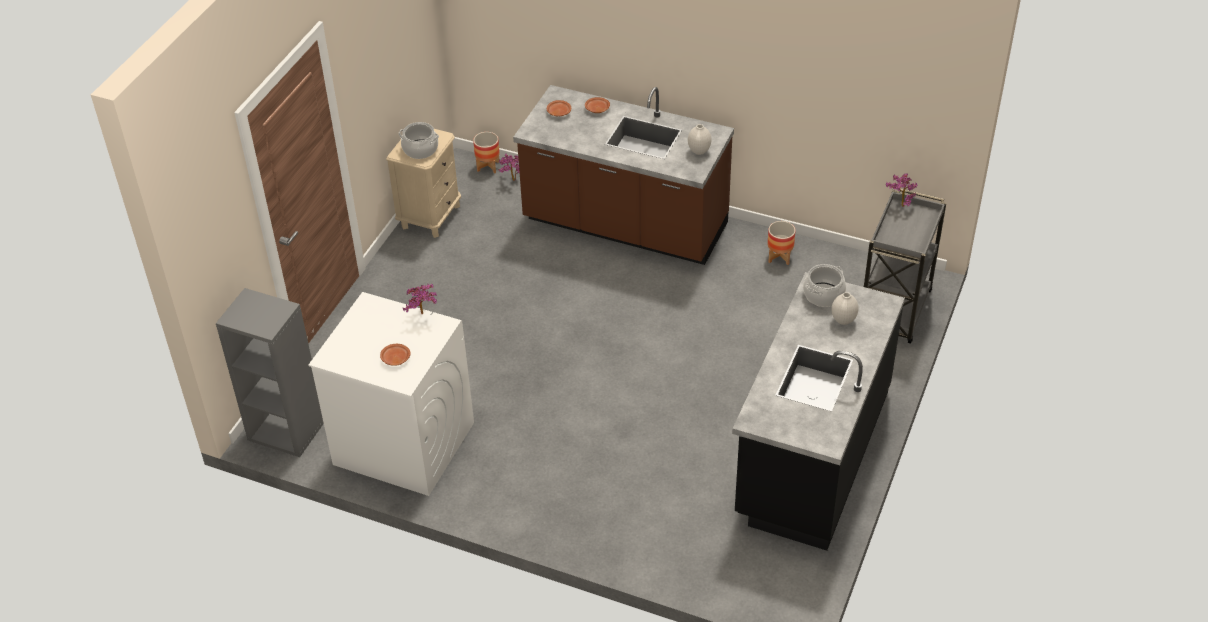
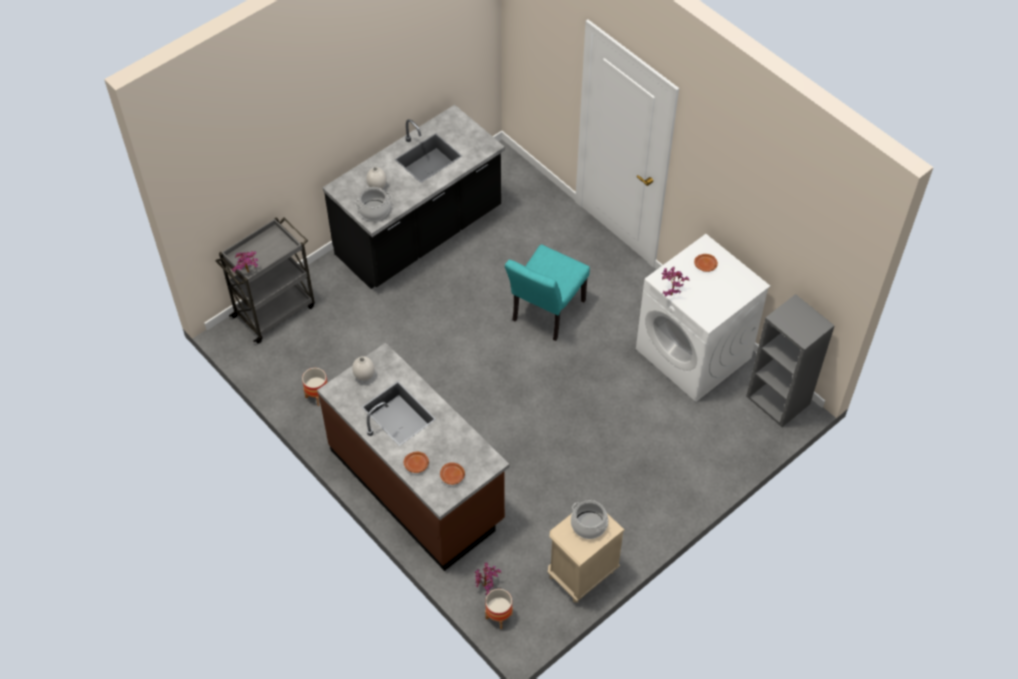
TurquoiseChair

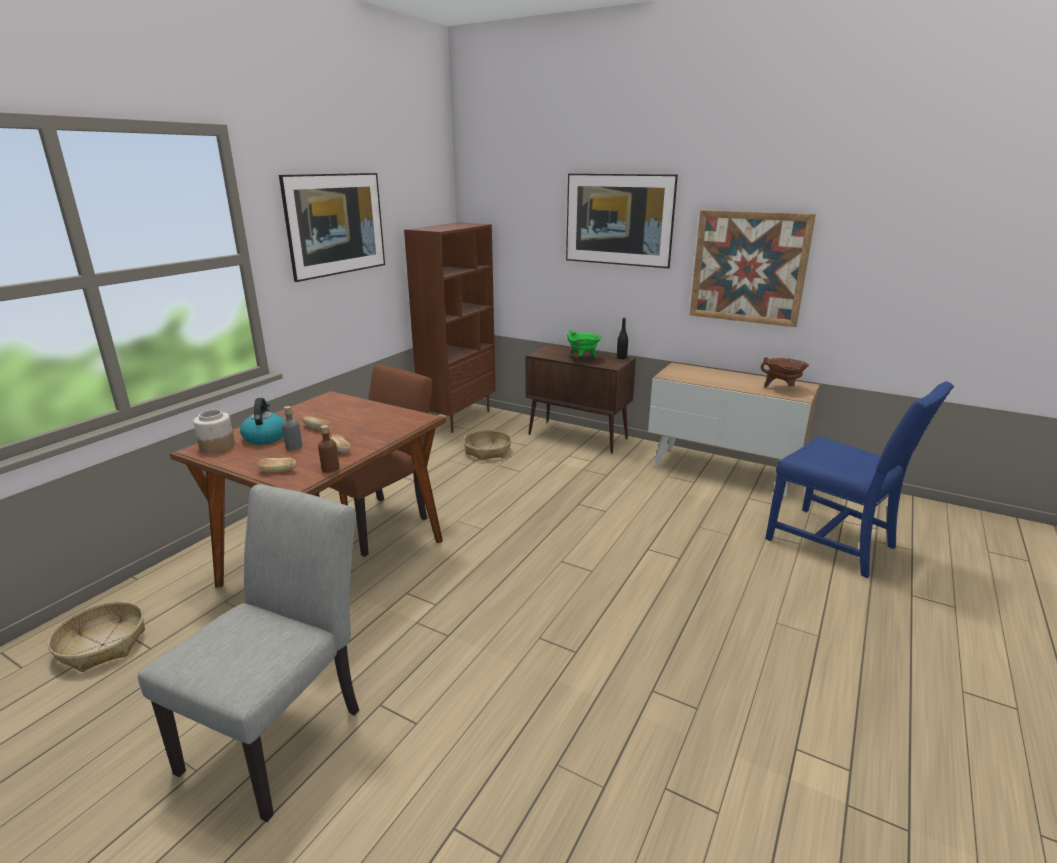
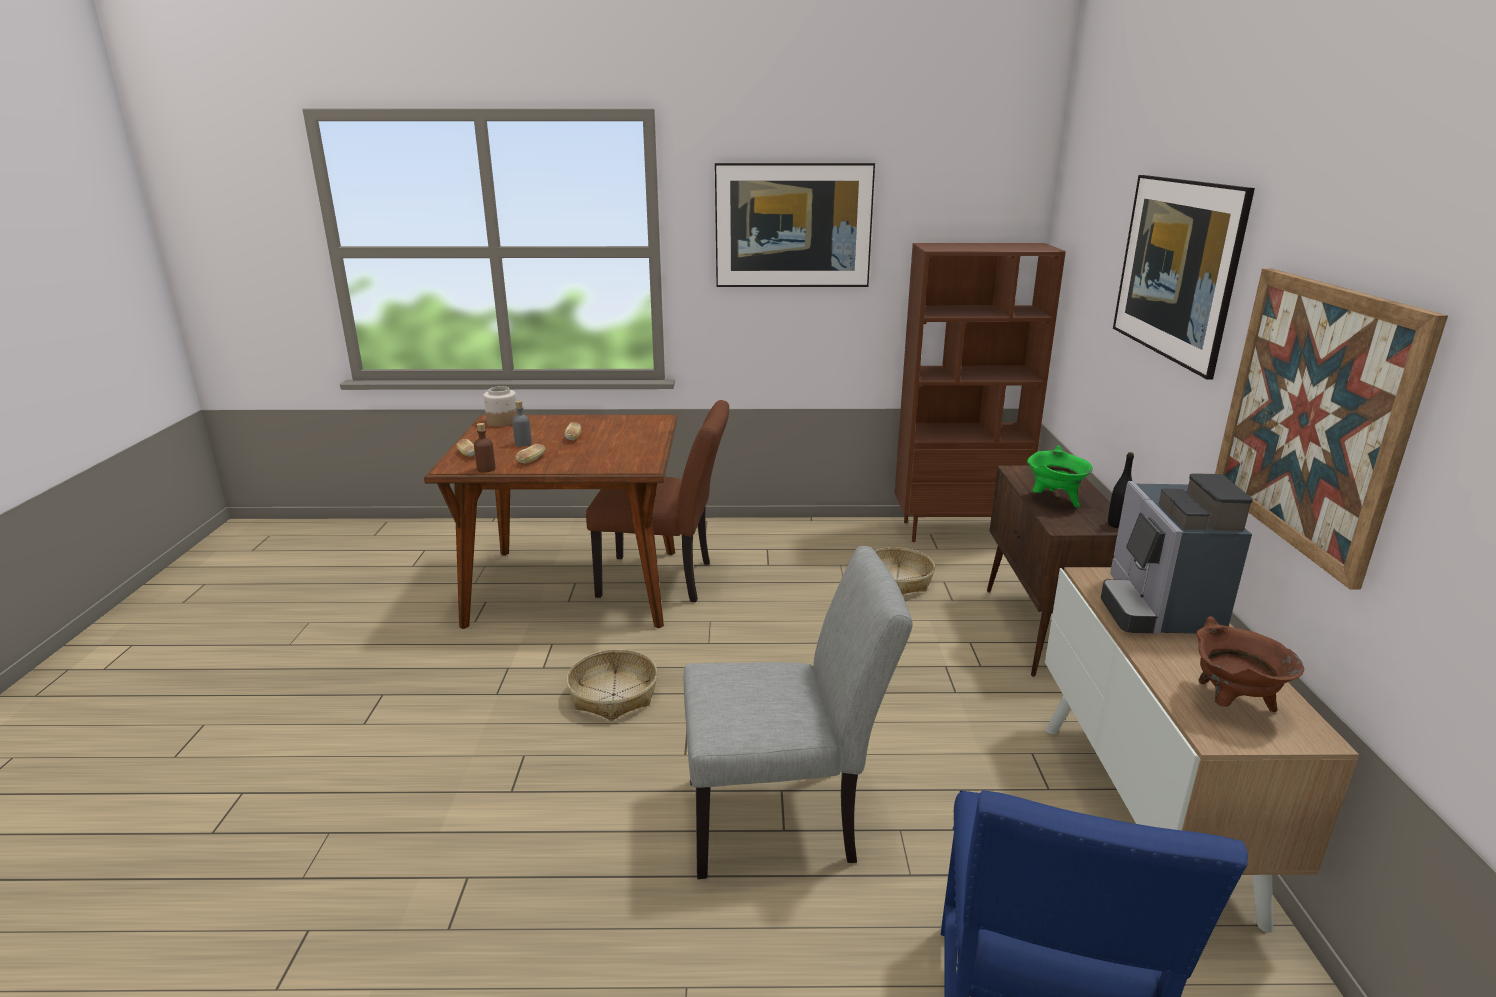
Basket (1st from left)
GreyChair
Kettle
CoffeeMachine

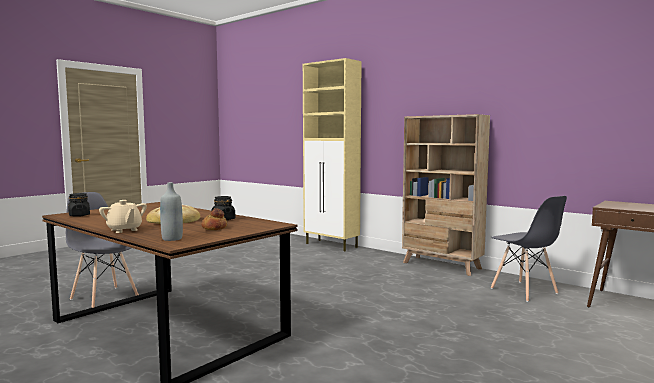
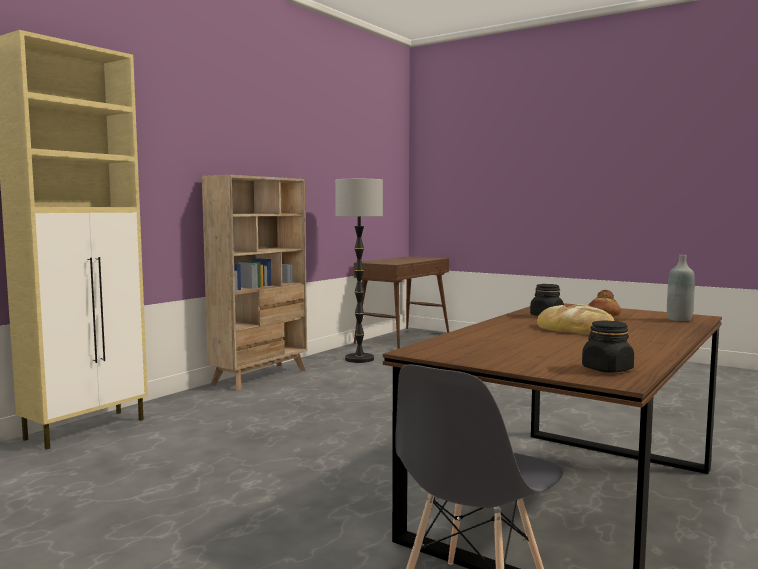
BeigeTeapot
FloorLamp

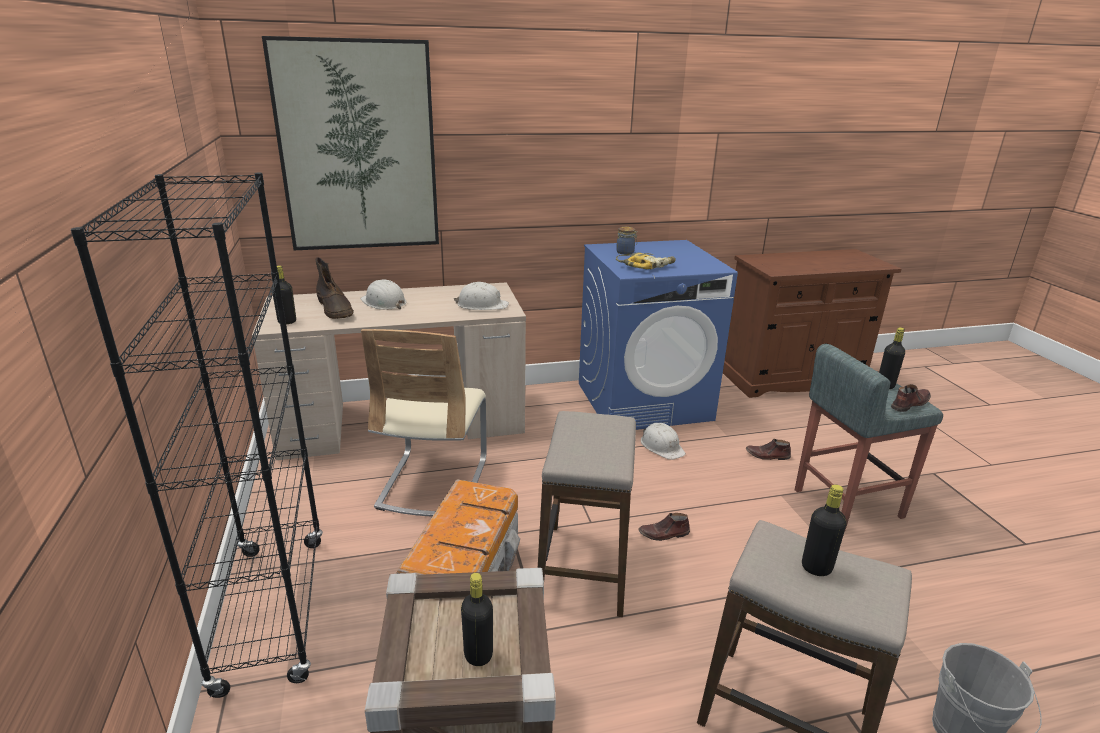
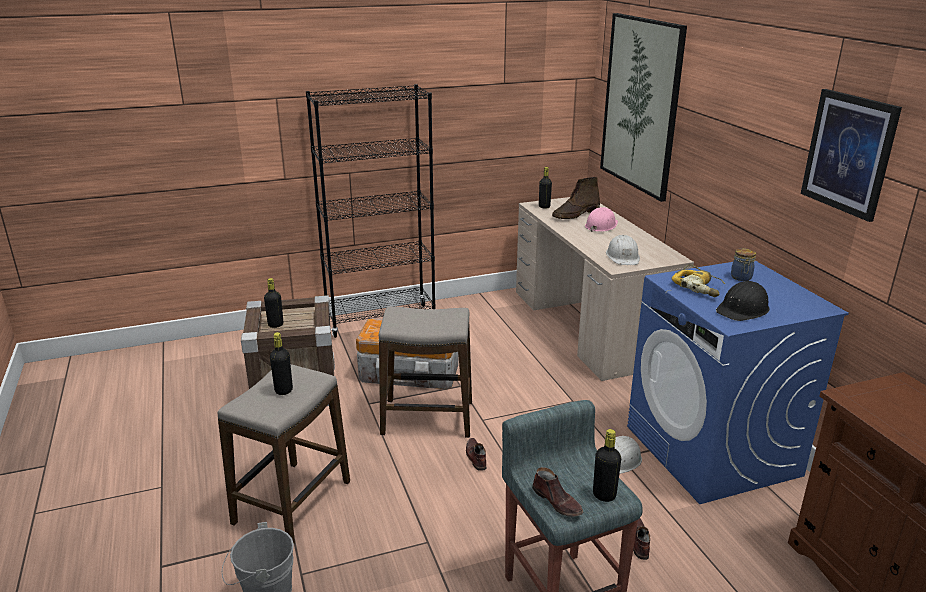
PinkHardHat
BeigeChair
BlackHardHat
Picture (2nd from left)

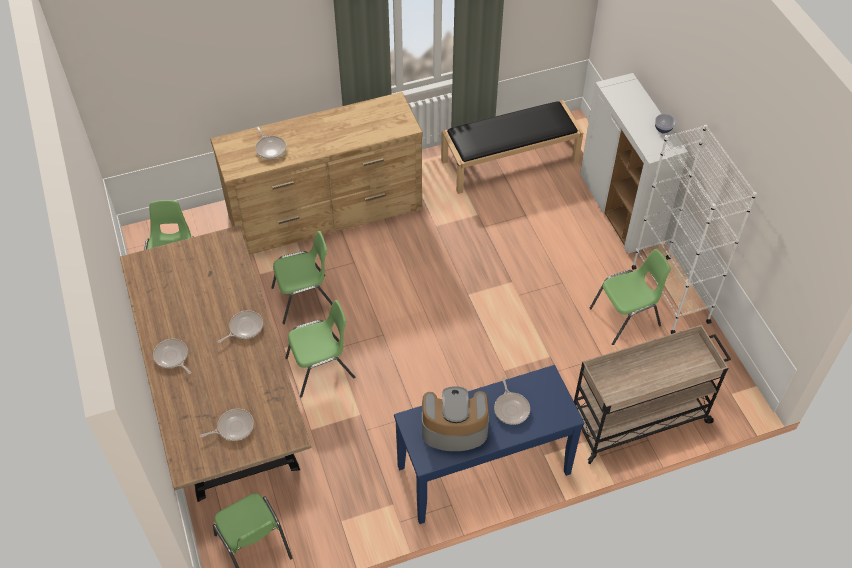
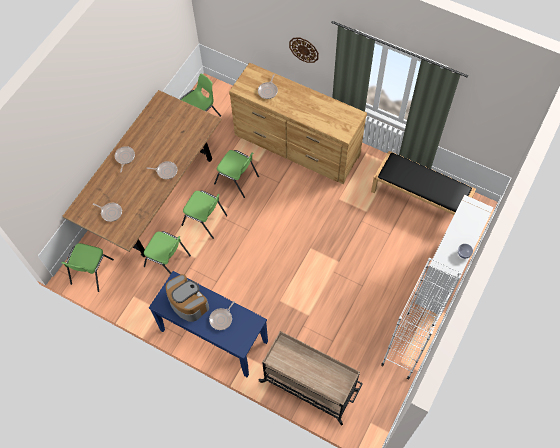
GreenChair (2nd from left)
WallClock

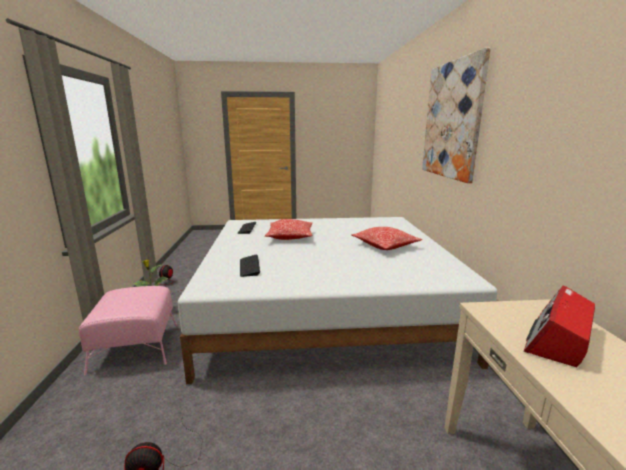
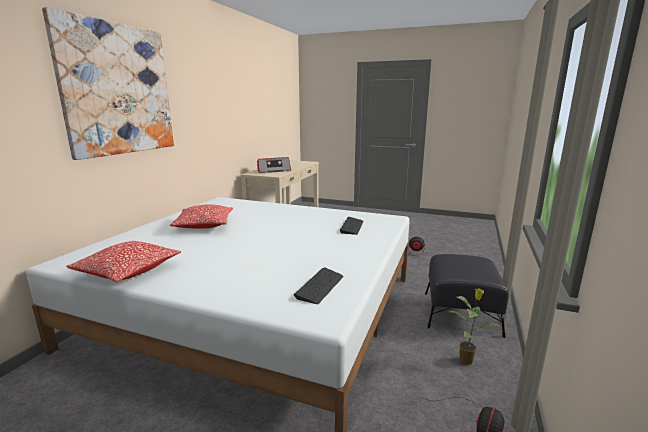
BlackOttoman
Pillow (1st from left)

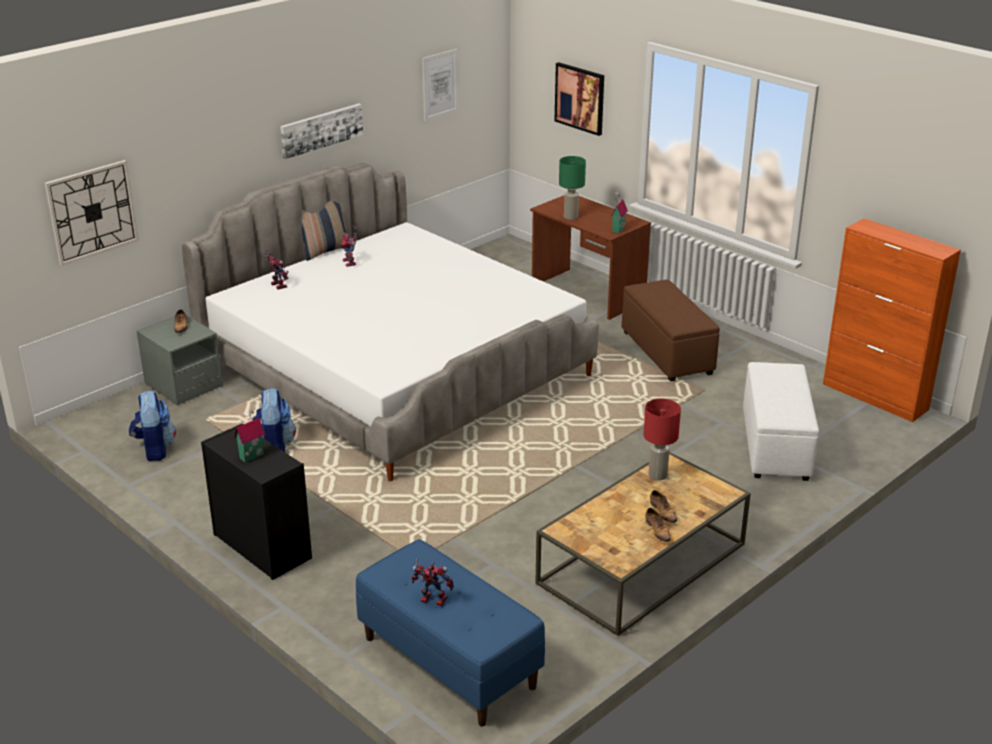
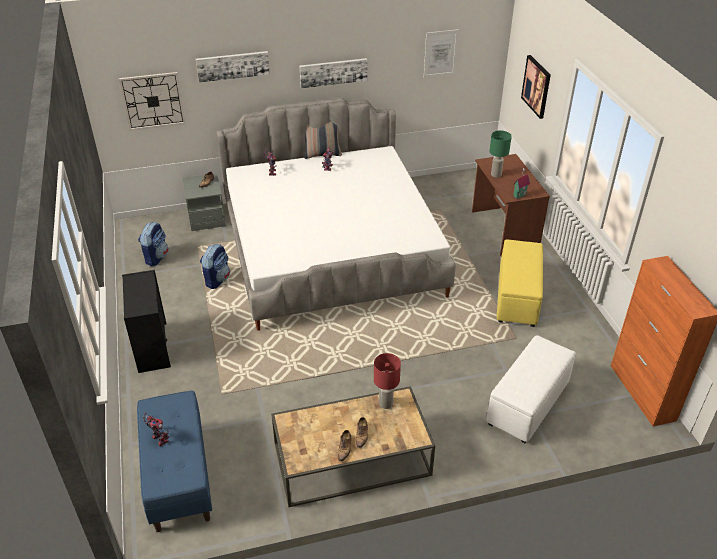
ToyHouse (1st from left in the first image)
YellowOttoman
Picture (1st from left)

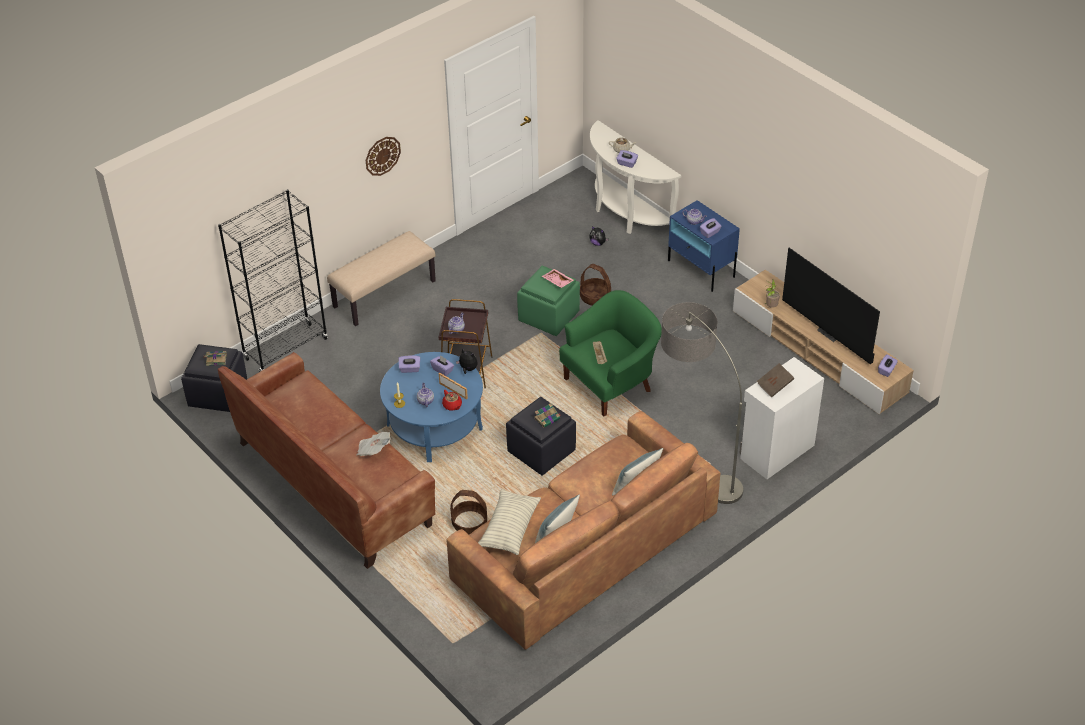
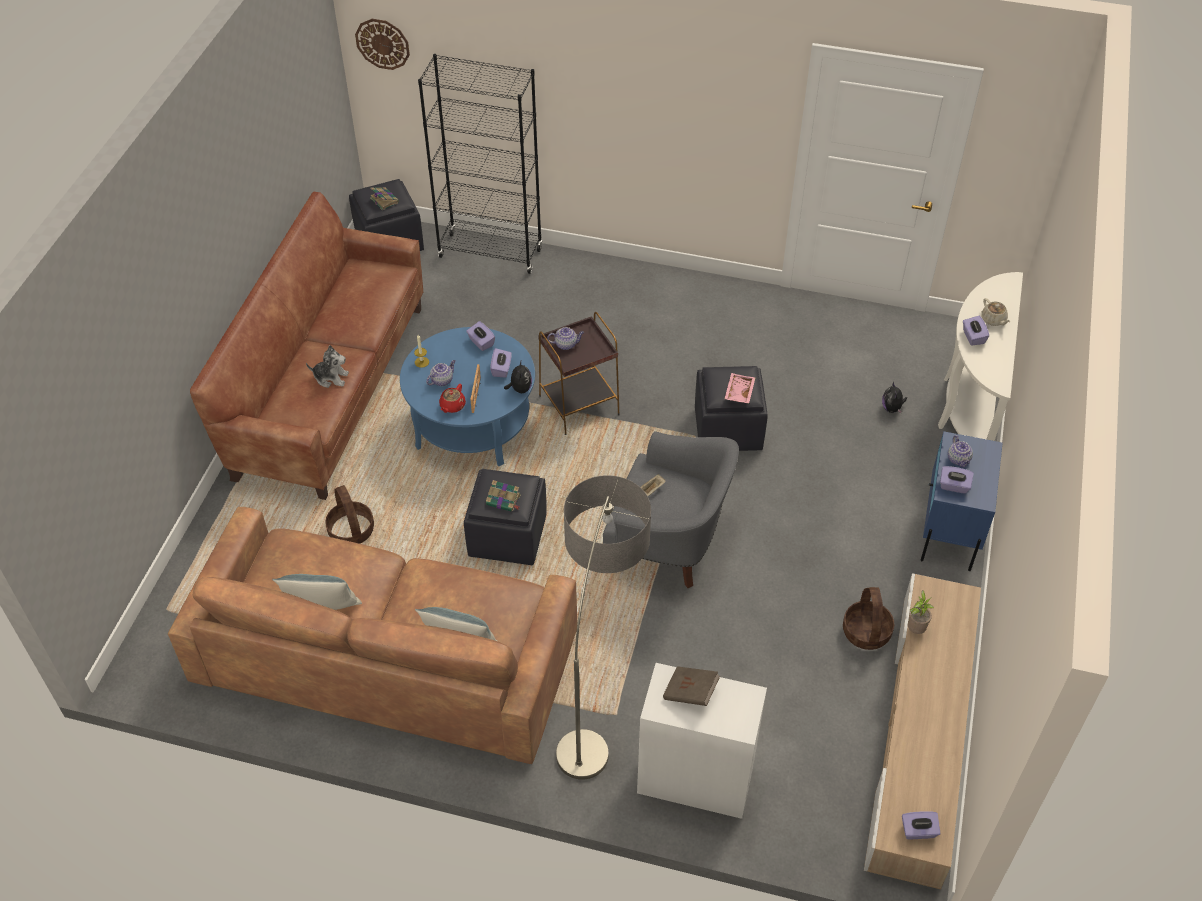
BeigeBench
PlushToy (1st from left)
WallClock
Pillow (1st from left in the first image)
BlackOttoman (3rd from left)
GreyArmchair
Basket (2nd from left)
Television

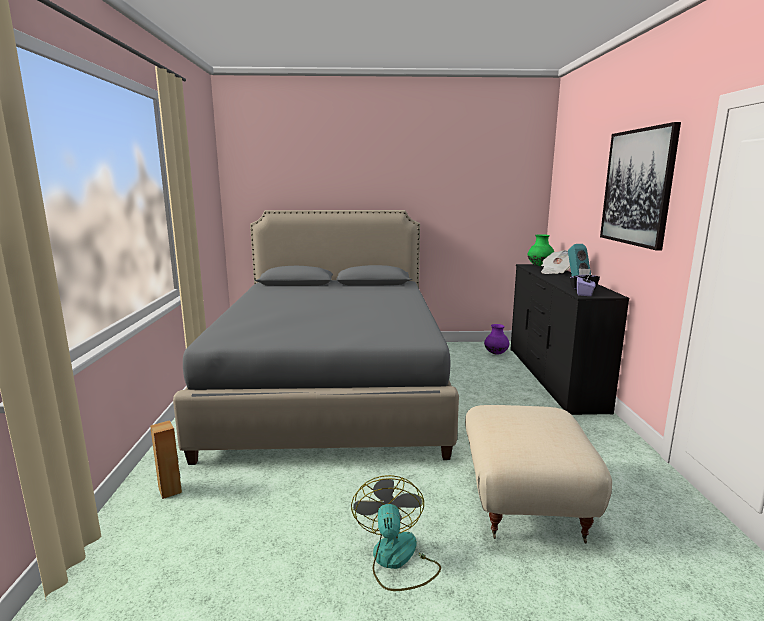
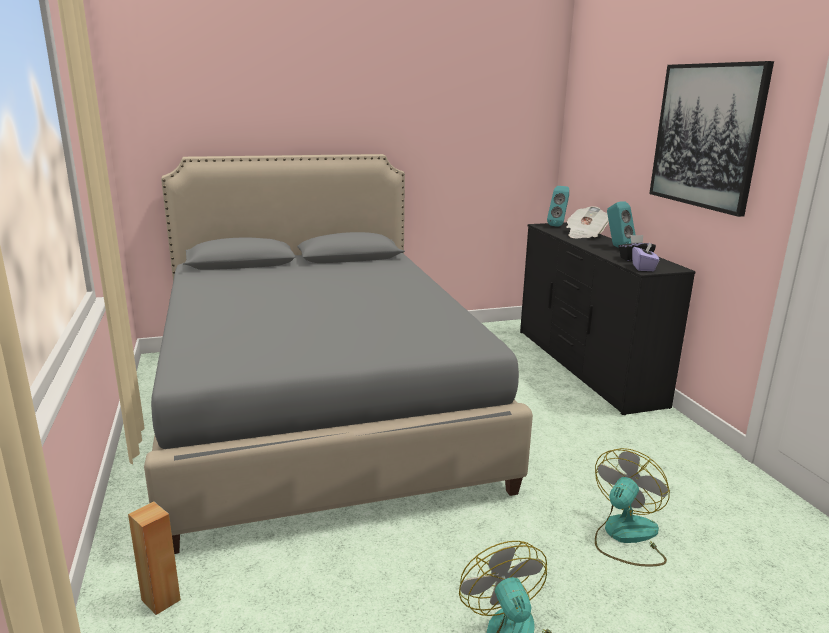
Fan (2nd from left)
PurpleVase
TurquoiseSpeaker (1st from left)

